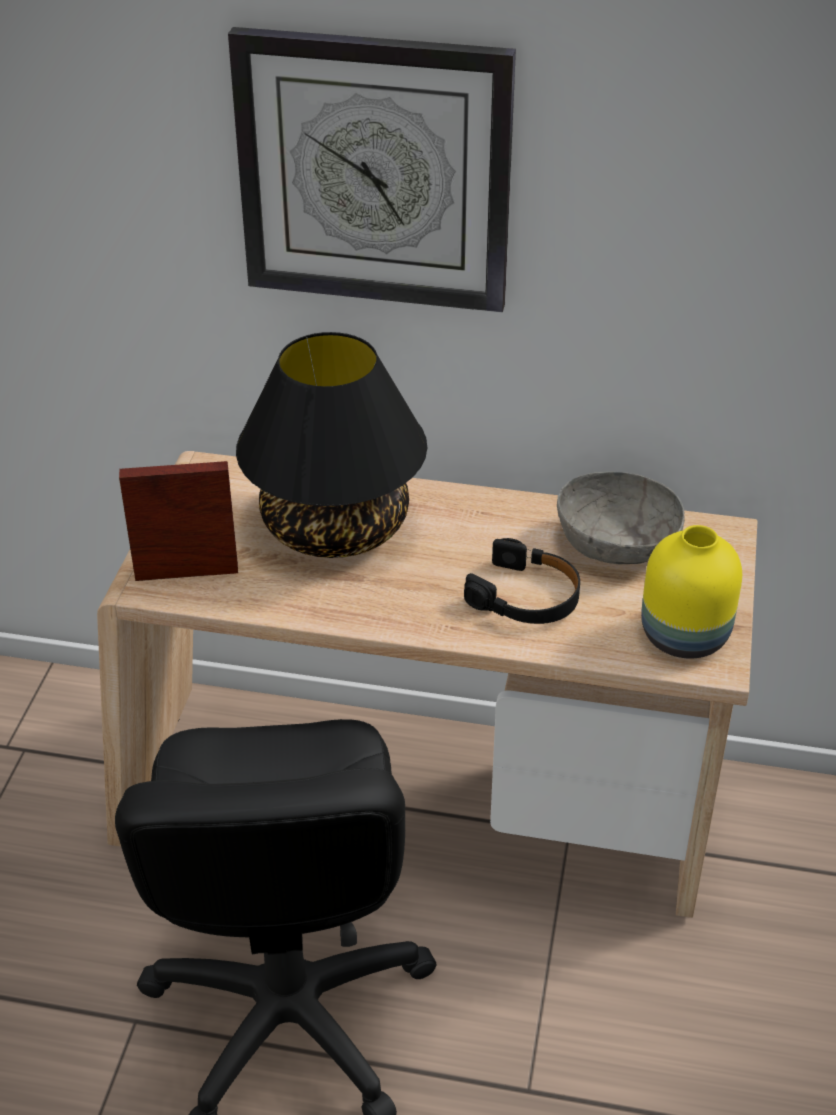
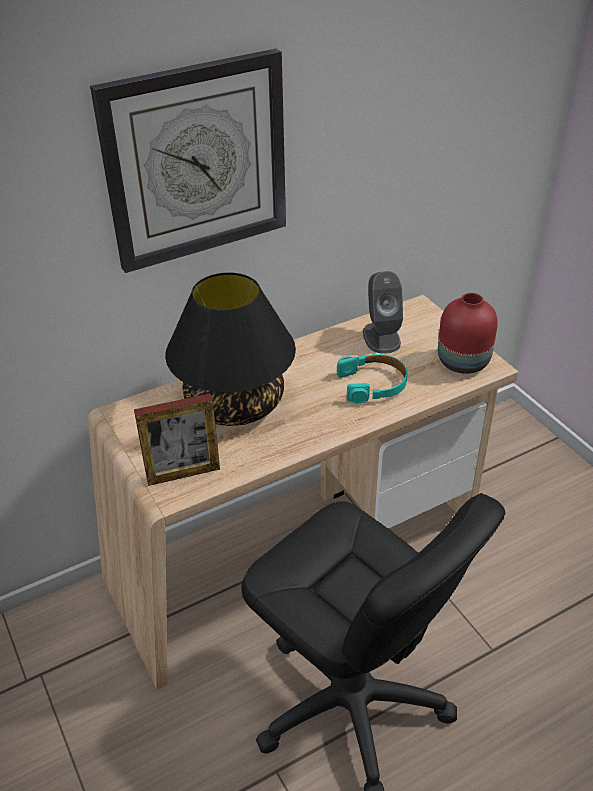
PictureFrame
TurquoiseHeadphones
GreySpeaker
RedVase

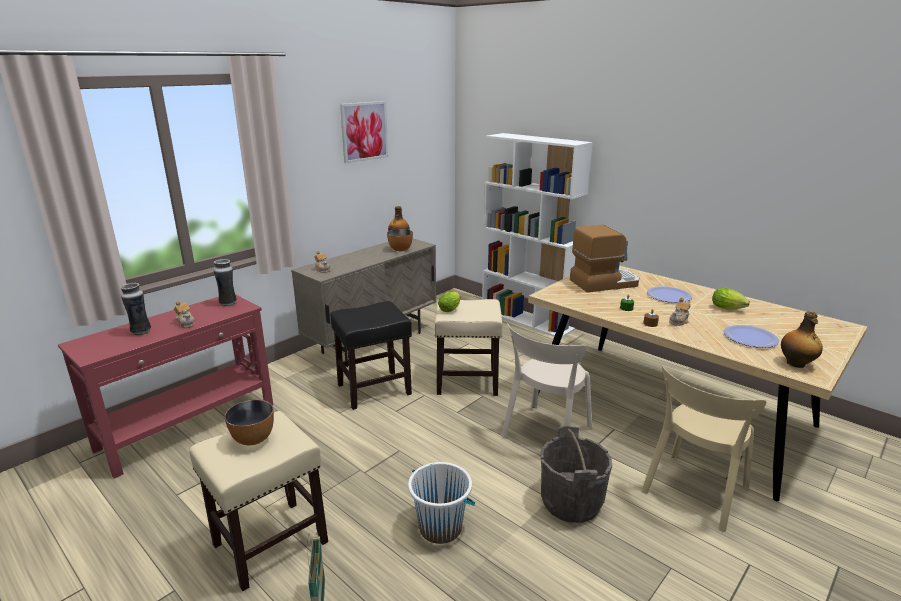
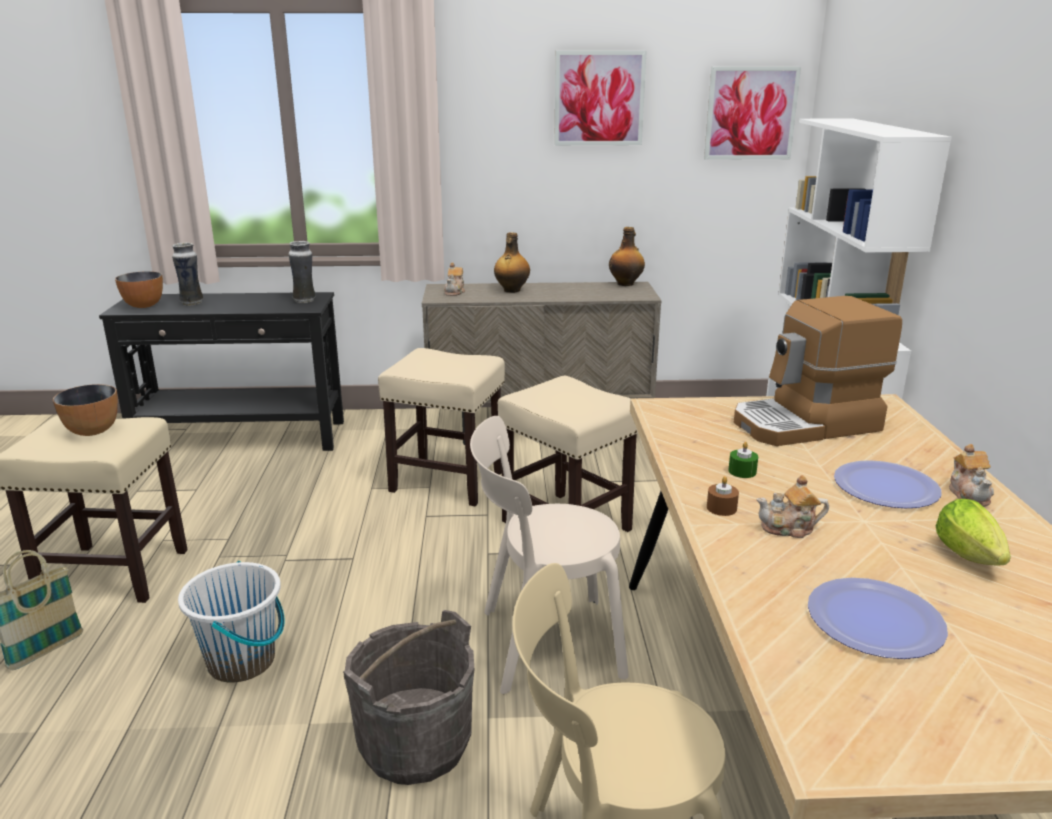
BlackConsoleTable
Teapot (3rd from left)
BeigeStool (2nd from left)
Bowl (2nd from left)
Lettuce (1st from left in the first image)
CoffeeMachine
Bottle (1st from left)
Picture (2nd from left)

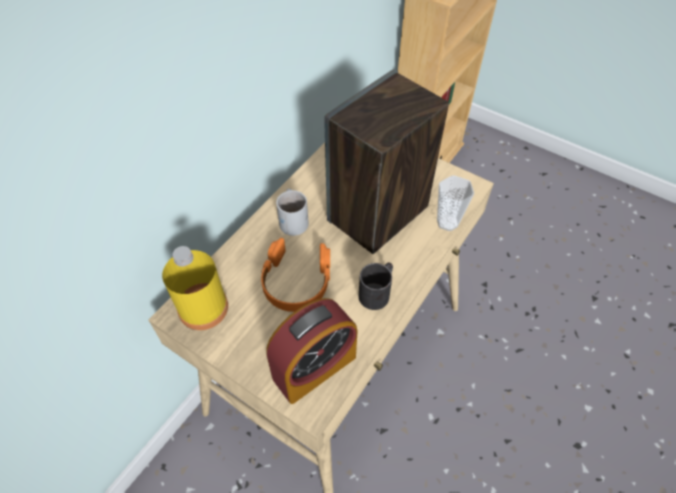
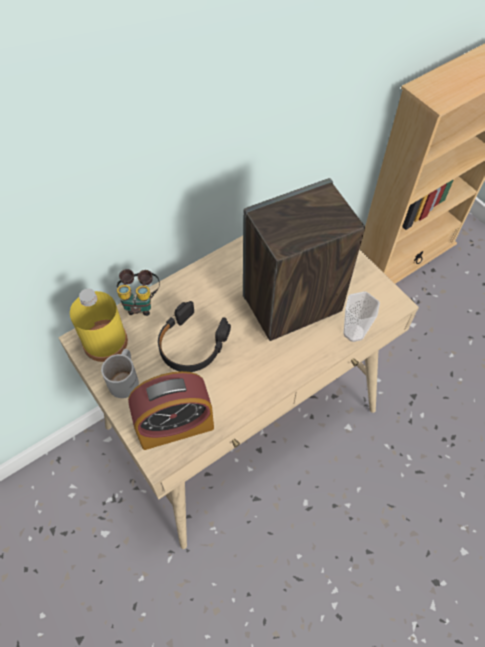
BlackHeadphones
WhiteMug
BlackMug
Binoculars

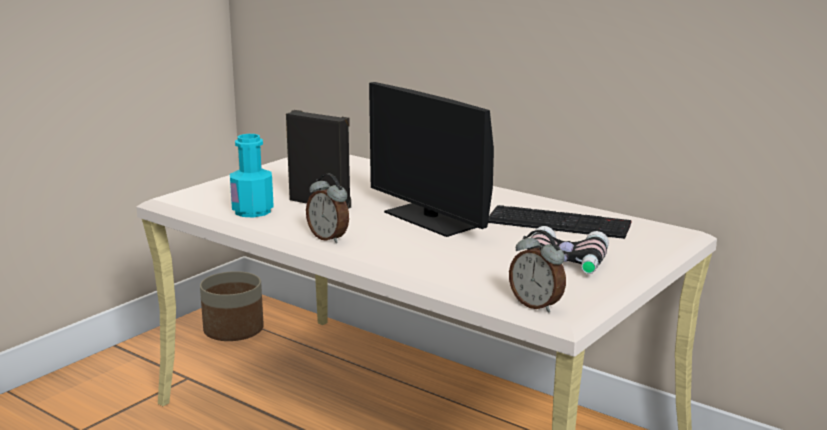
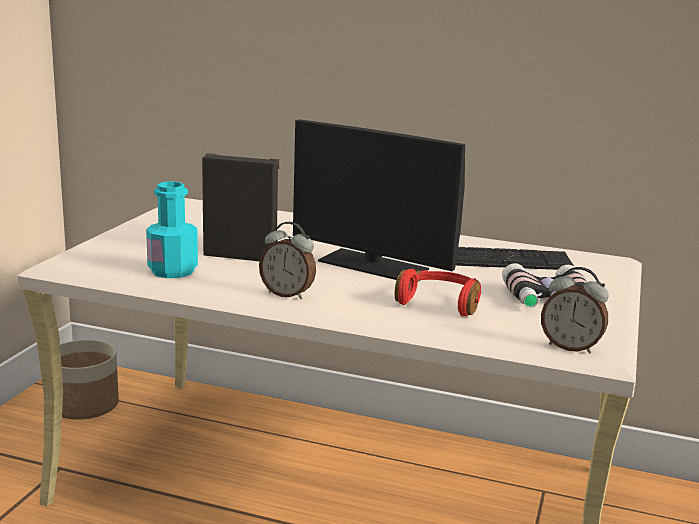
RedHeadphones

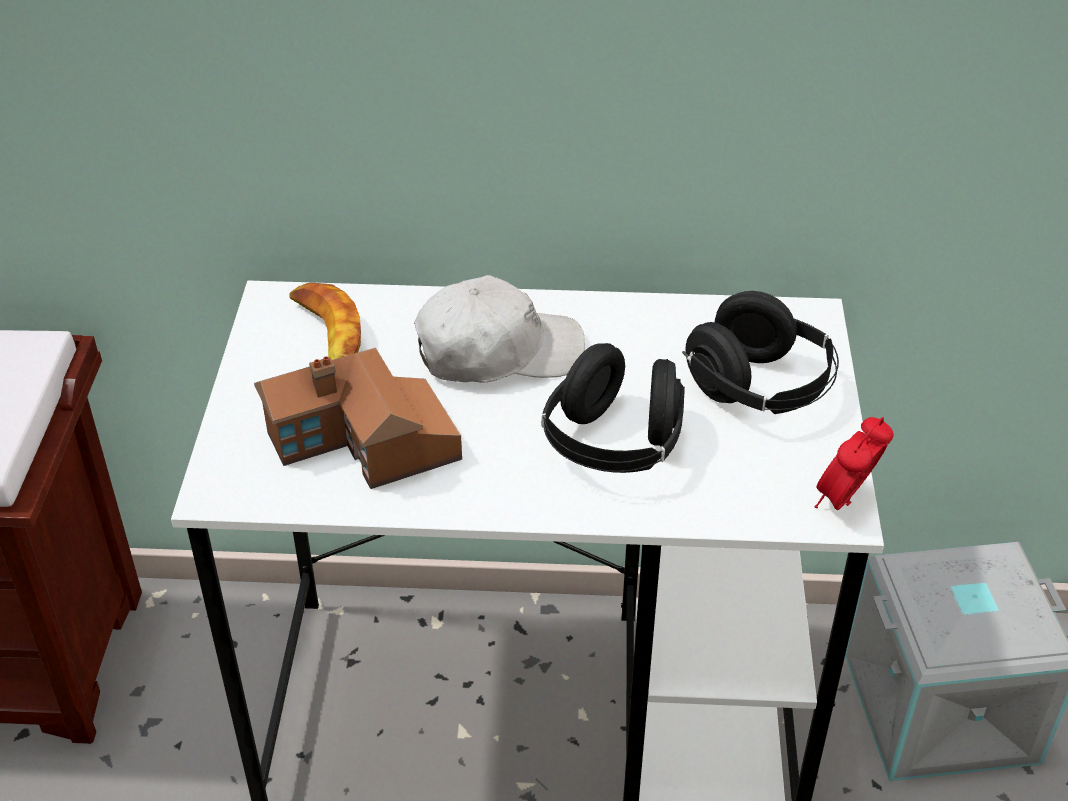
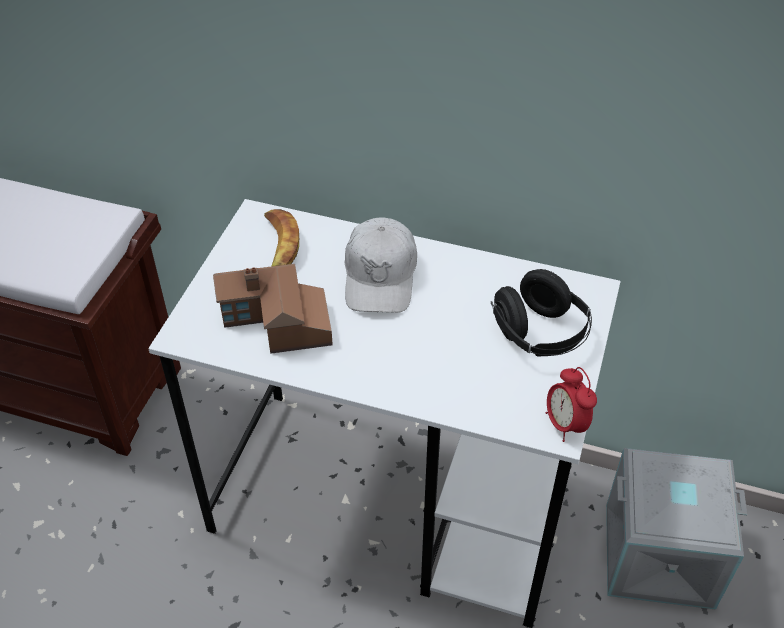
WhiteCap
BlackHeadphones (1st from left in the first image)
AlarmClock

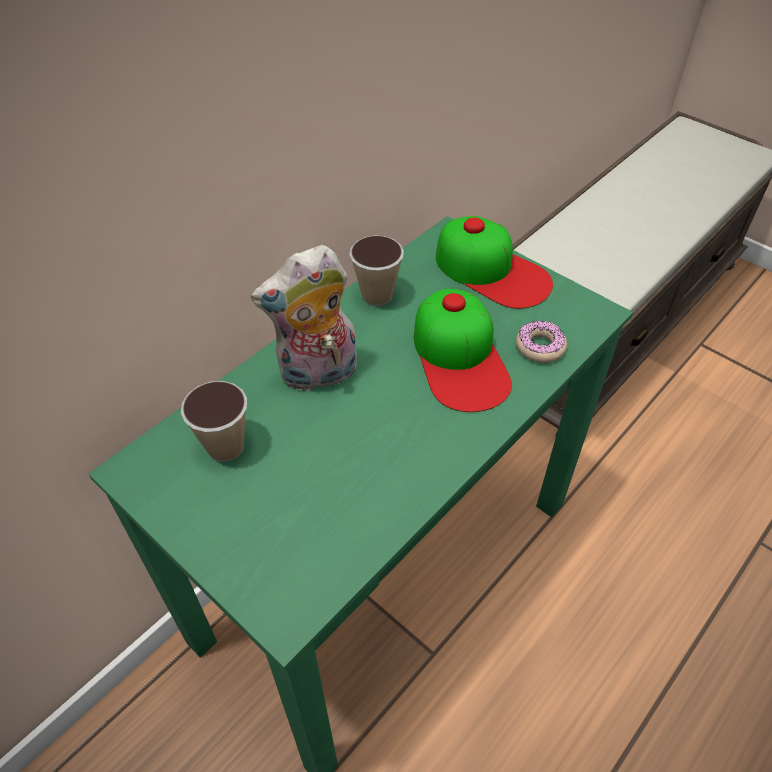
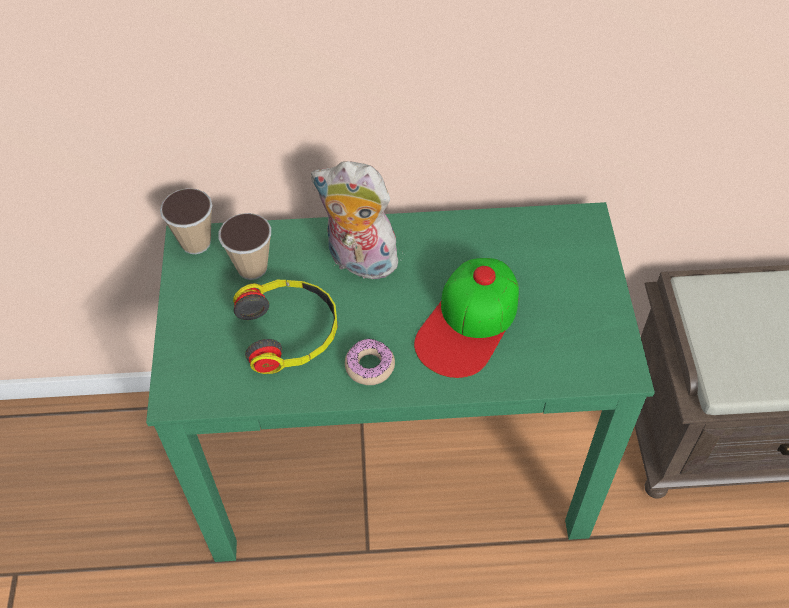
Cup (1st from left)
Cap (2nd from left in the first image)
Donut
Headphones

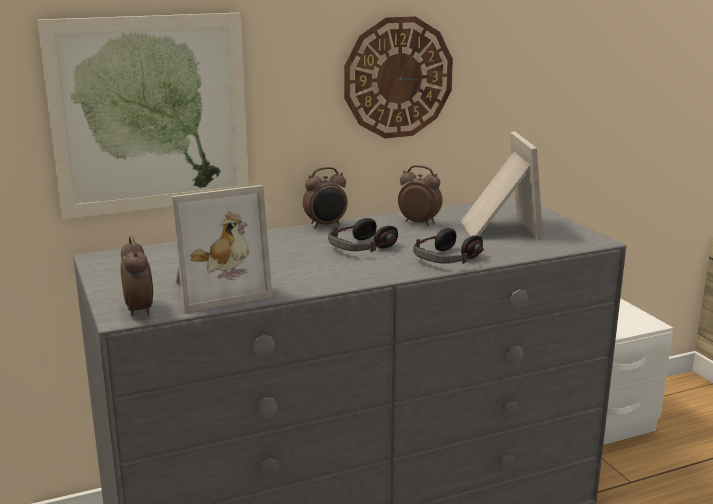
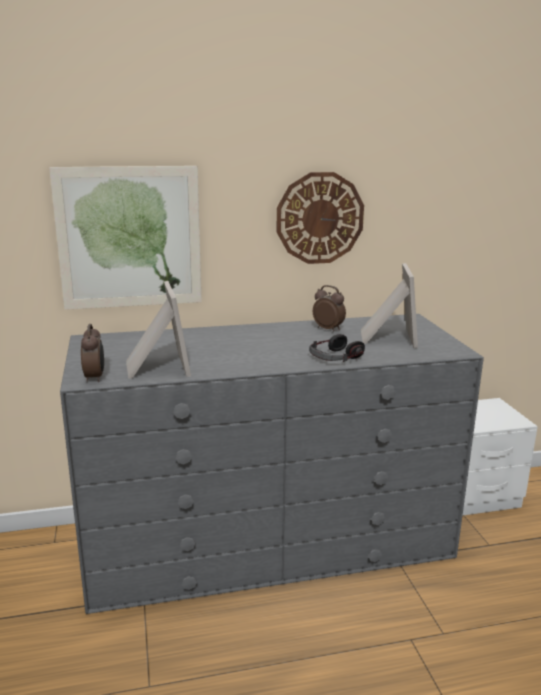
PictureFrame (1st from left)
AlarmClock (2nd from left in the first image)
Headphones (1st from left in the first image)

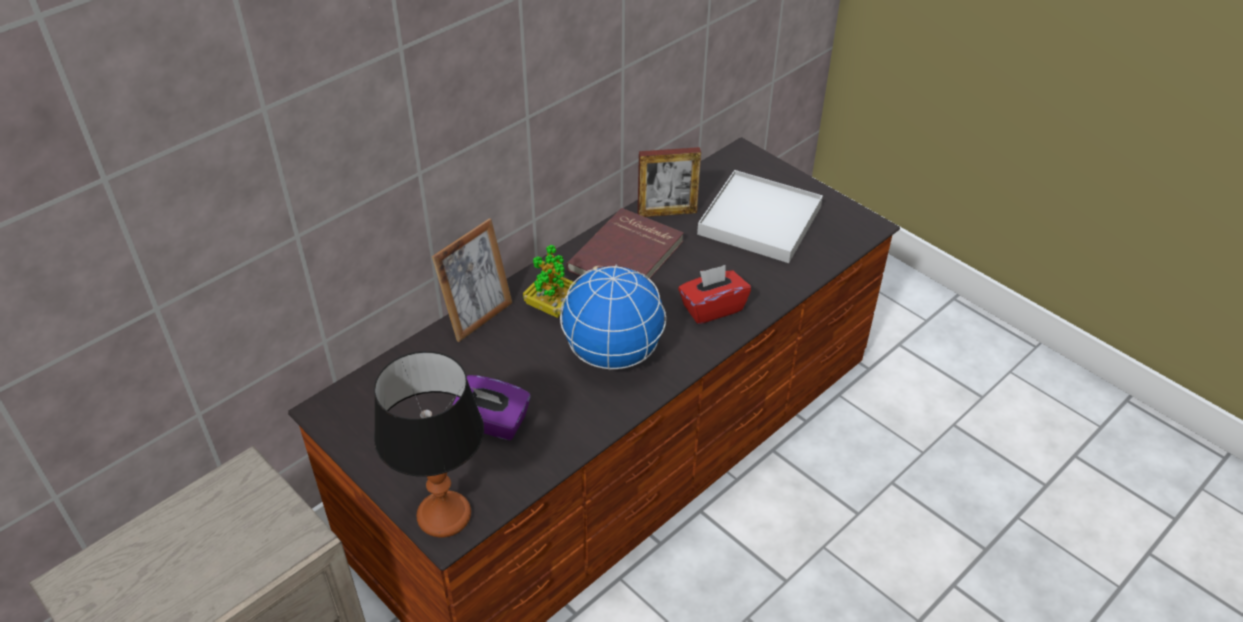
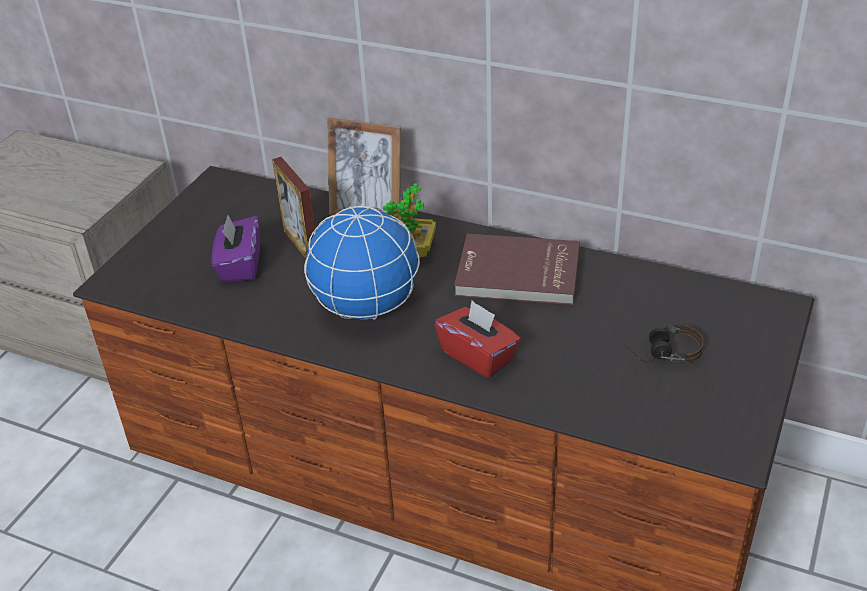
TableLamp
PictureFrame (1st from left)
Headphones

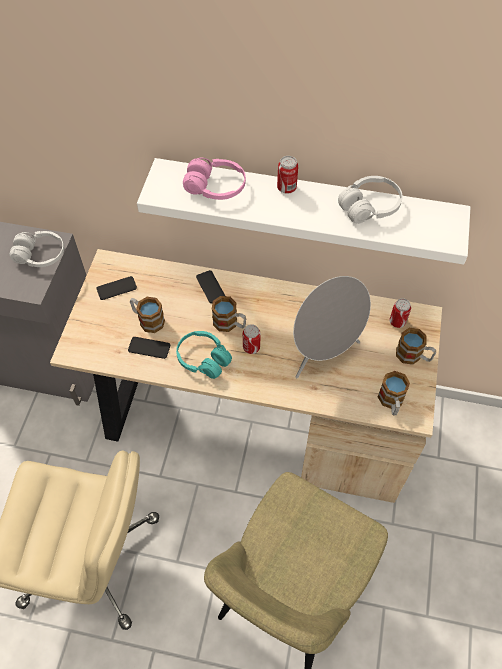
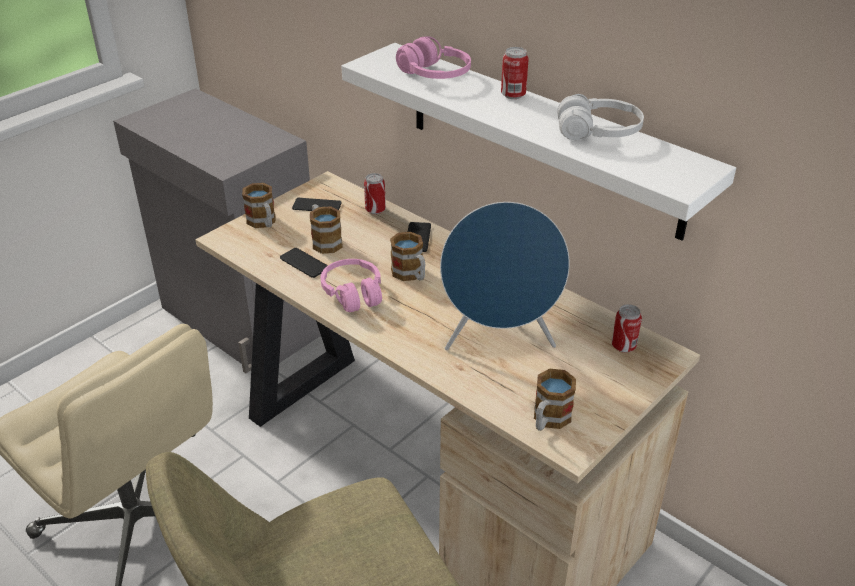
WhiteHeadphones (1st from left in the first image)
PinkHeadphones (1st from left)
Can (1st from left)
BlueSpeaker
Mug (1st from left)

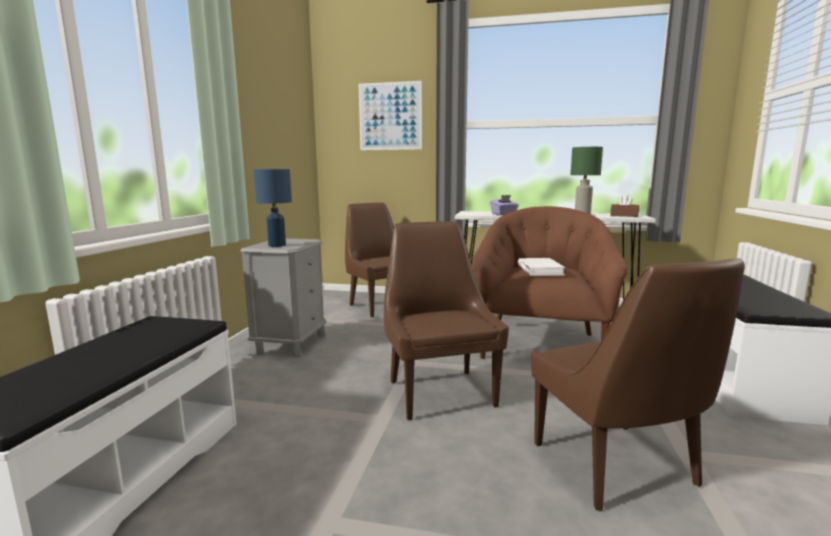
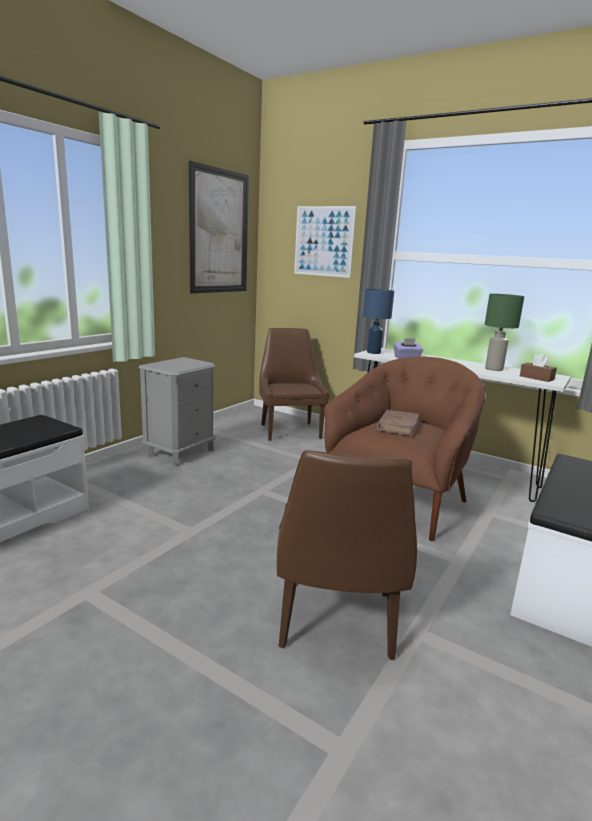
BlueTableLamp
BrownChair (2nd from left in the first image)
BrownBook
Picture (1st from left)

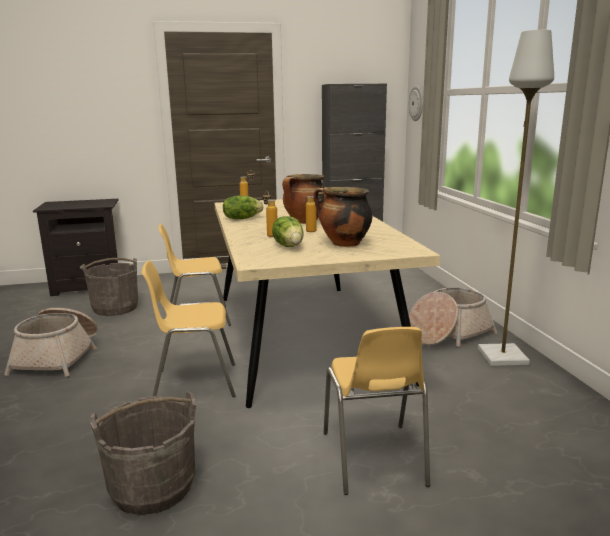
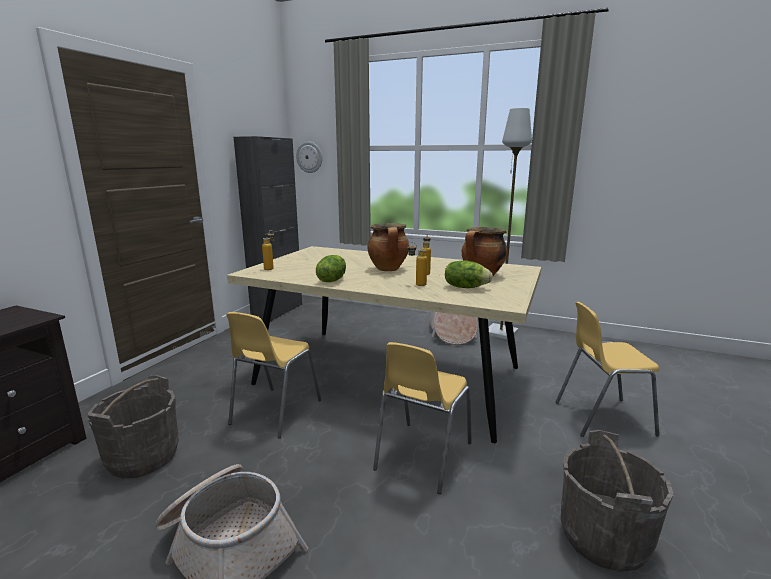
YellowChair (3rd from left)

